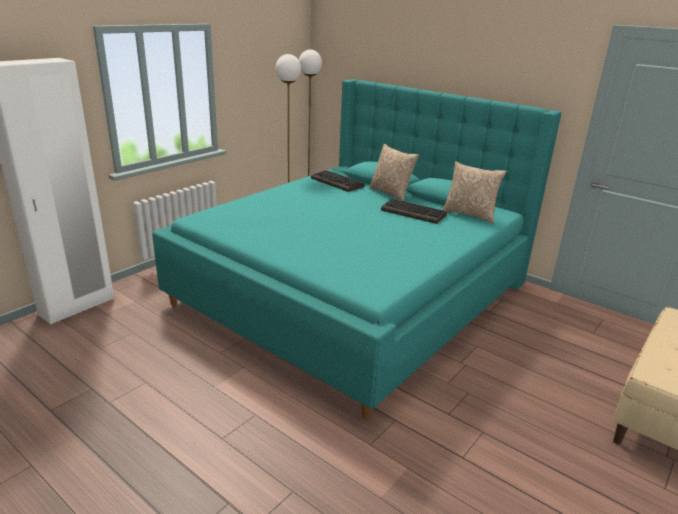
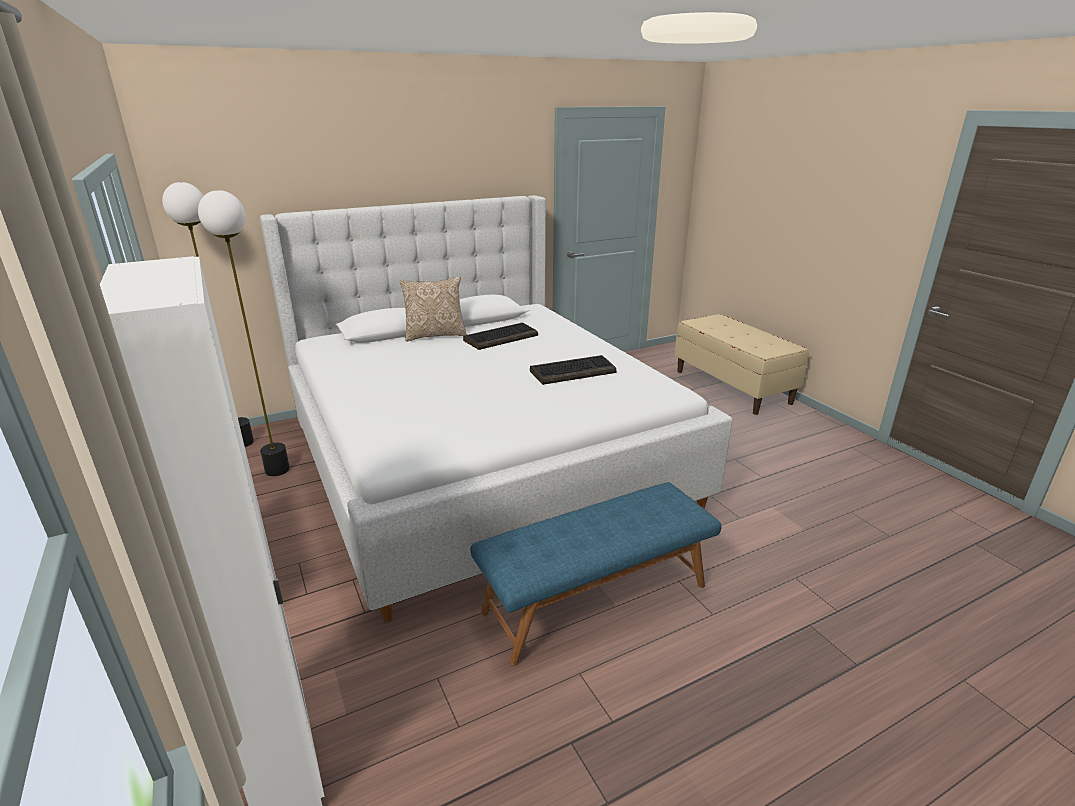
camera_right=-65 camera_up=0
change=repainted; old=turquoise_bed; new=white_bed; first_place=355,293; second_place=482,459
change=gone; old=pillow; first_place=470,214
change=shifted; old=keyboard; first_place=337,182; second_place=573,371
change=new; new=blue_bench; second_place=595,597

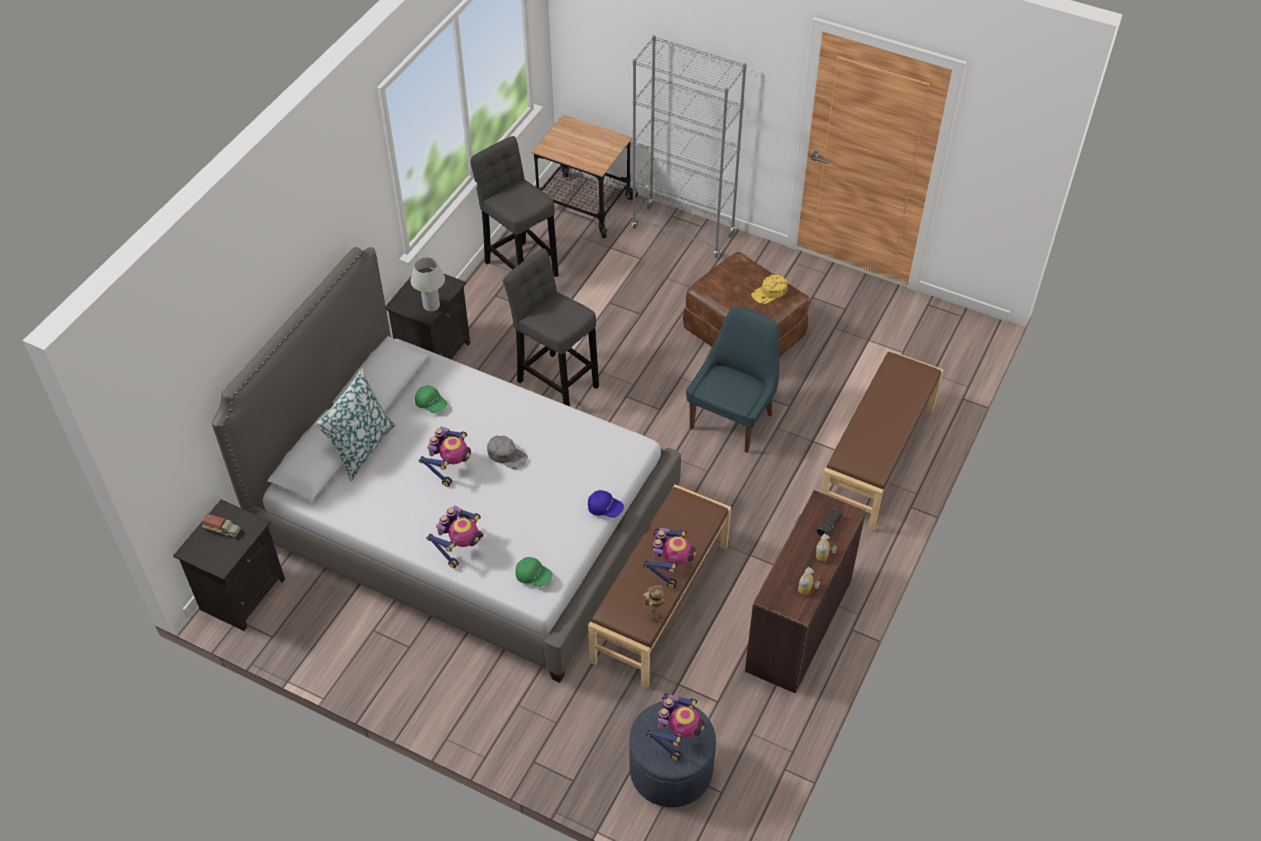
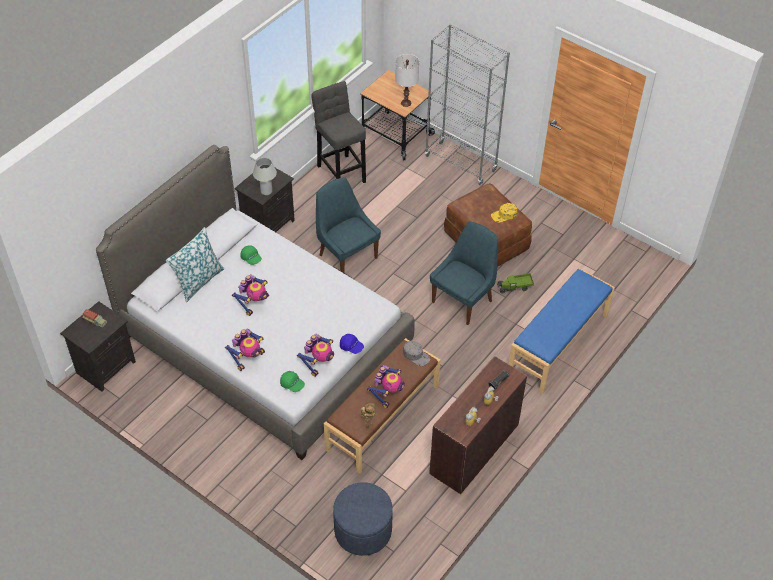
camera_right=10 camera_up=0
change=swapped; old=grey_stool; new=blue_chair; first_place=555,380; second_place=346,255
change=repainted; old=brown_bench; new=blue_bench; first_place=877,459; second_place=559,343
change=shifted; old=grey_cap; first_place=507,455; second_place=416,355
change=shifted; old=toy_robot; first_place=677,736; second_place=319,363
change=new; new=white_table_lamp; second_place=405,103
change=new; new=toy_truck; second_place=515,287

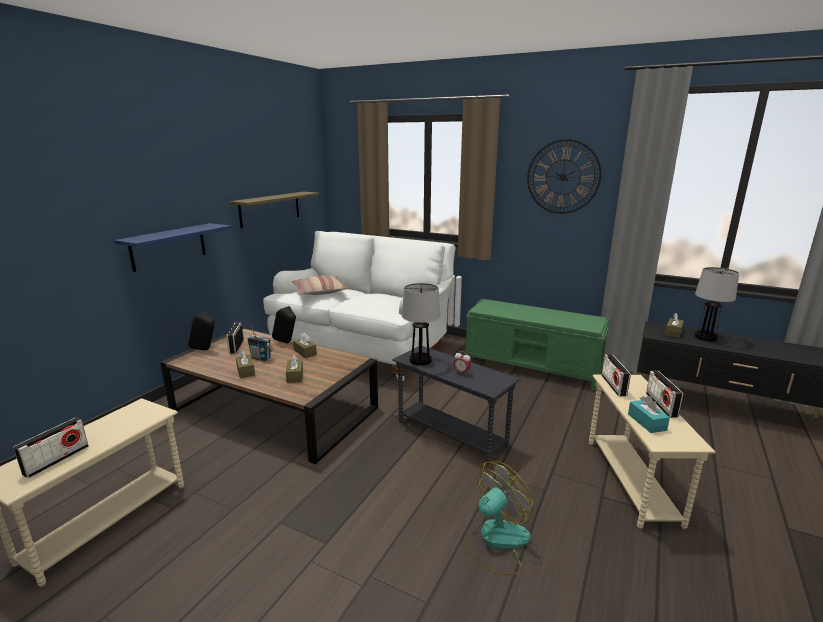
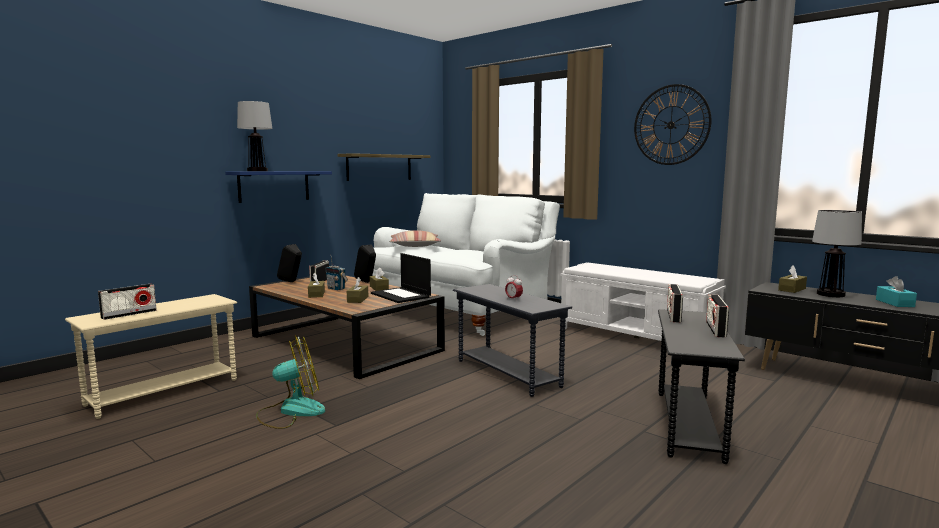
camera_right=15 camera_up=-10
change=shifted; old=table_lamp; first_place=420,360; second_place=257,171
change=repainted; old=green_bench; new=white_bench; first_place=533,367; second_place=636,337
change=repainted; old=beige_side_table; new=black_side_table; first_place=632,481; second_place=689,425
change=shifted; old=turquoise_tissue_box; first_place=646,422; second_place=894,303
change=shifted; old=fan; first_place=496,541; second_place=291,411
change=new; new=laptop; second_place=401,295

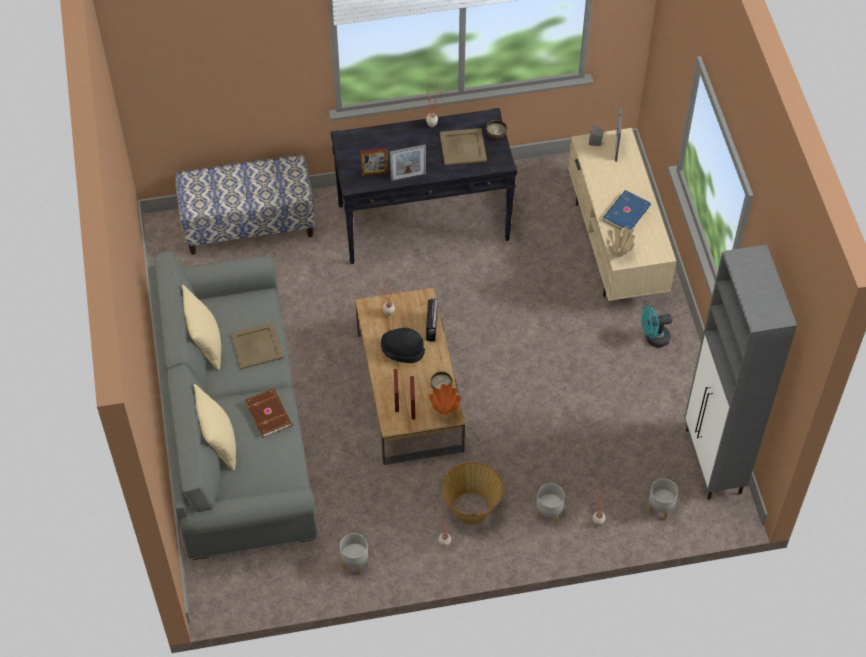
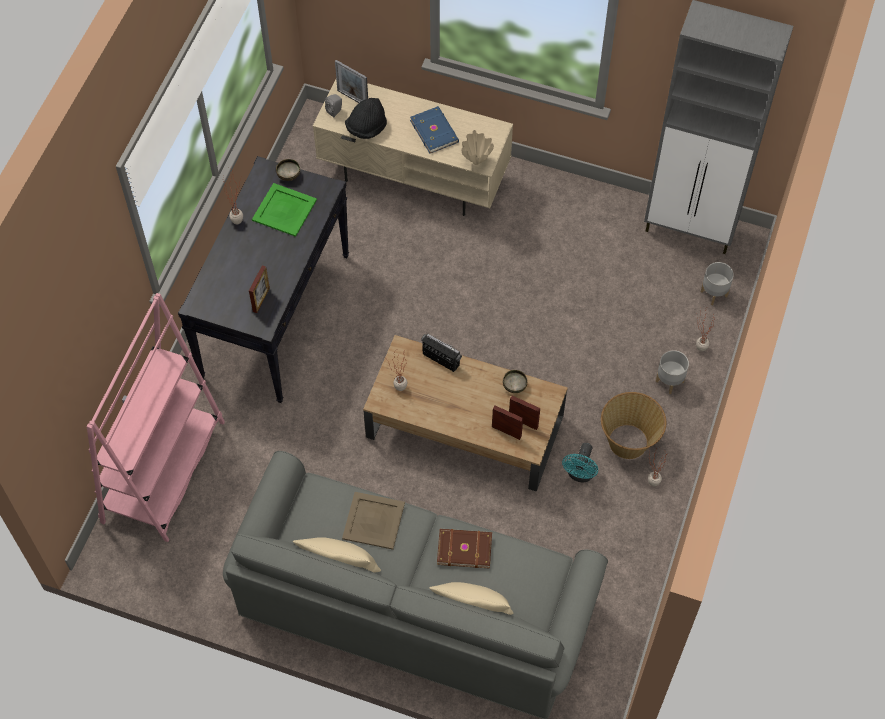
camera_right=-60 camera_up=5
change=repainted; old=beige_tray; new=green_tray; first_place=463,147; second_place=285,210
change=gone; old=picture_frame; first_place=408,177
change=swapped; old=bench; new=pink_bookcase; first_place=249,224; second_place=164,471
change=shifted; old=turquoise_fan; first_place=653,338; second_place=580,474
change=shifted; old=black_hat; first_place=402,351; second_place=366,128
change=gone; old=orange_vase; first_place=444,412
change=gone; old=grey_planter; first_place=354,563

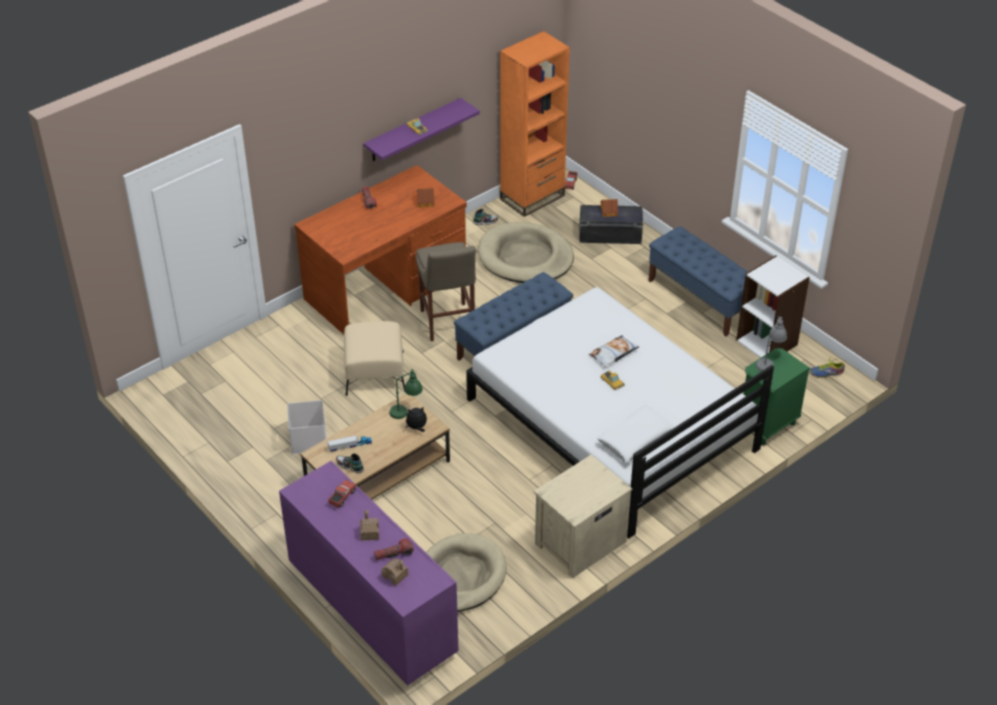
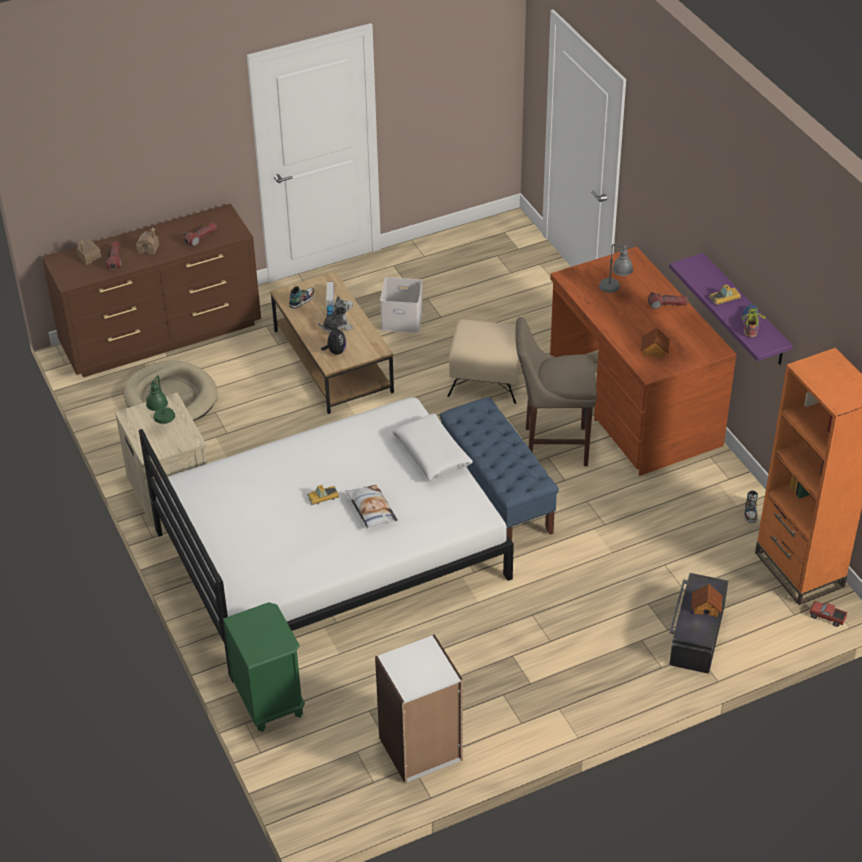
camera_right=105 camera_up=0
change=gone; old=beige_dog_bed; first_place=525,257
change=gone; old=blue_bench; first_place=701,300
change=shifted; old=grey_table_lamp; first_place=769,361; second_place=615,291
change=shifted; old=shoe; first_place=826,373; second_place=750,323
change=shifted; old=green_table_lamp; first_place=406,411; second_place=163,423
change=shifted; old=white_pillow; first_place=635,439; second_place=432,454
change=repainted; old=purple_dresser; new=brown_dresser; first_place=372,609; second_place=162,336
change=swapped; old=toy_truck; new=flashlight; first_place=342,497; second_place=200,238
change=new; new=plush_toy; second_place=337,328

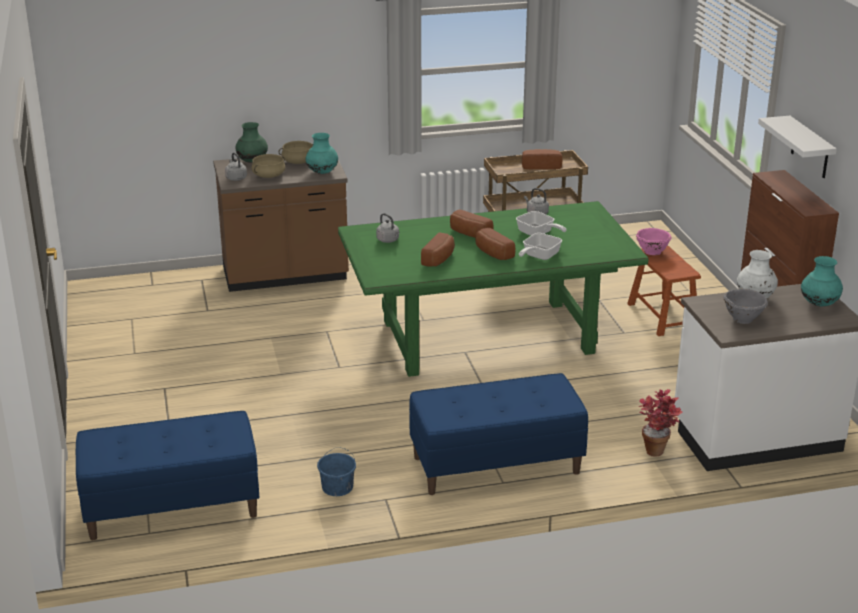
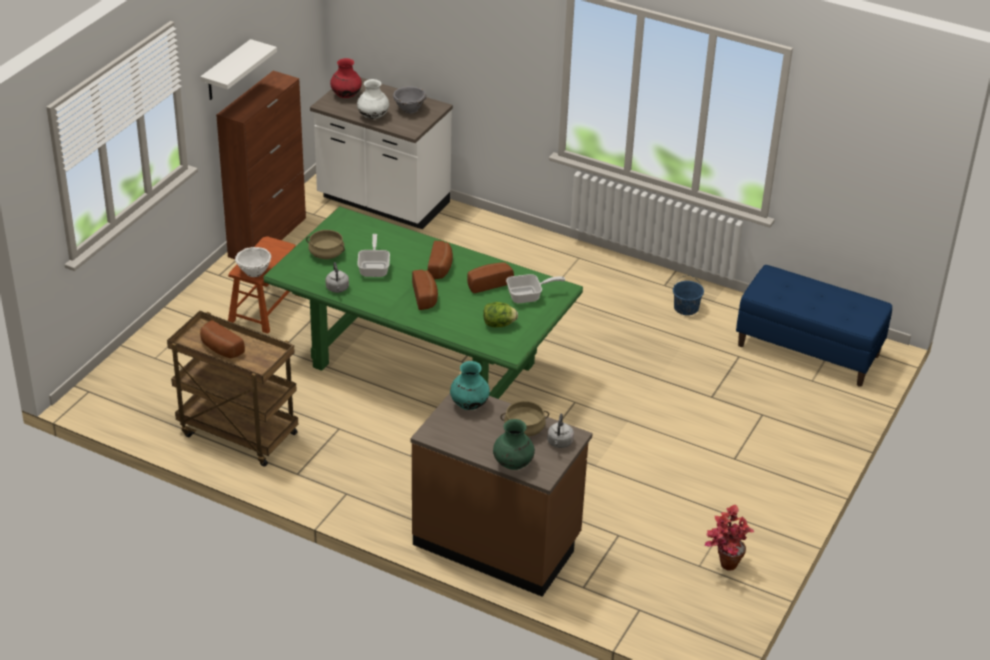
camera_right=-140 camera_up=10
change=shifted; old=beige_cooking_pot; first_place=298,161; second_place=326,254
change=swapped; old=grey_kettle; new=lettuce; first_place=388,240; second_place=498,324
change=repainted; old=pink_bowl; new=white_bowl; first_place=652,252; second_place=254,273
change=shifted; old=frying_pan; first_place=538,256; second_place=528,296
change=repainted; old=turquoise_vase; new=red_vase; first_place=819,304; second_place=346,95
change=gone; old=blue_bench; first_place=495,466
change=shifted; old=potted_plant; first_place=657,449; second_place=722,566

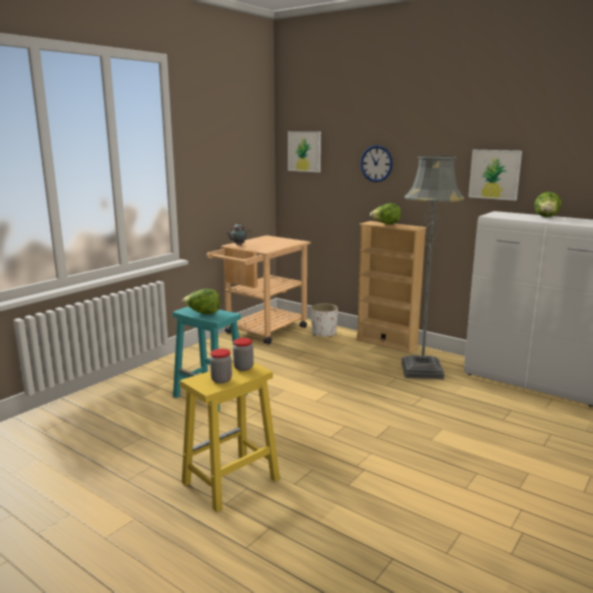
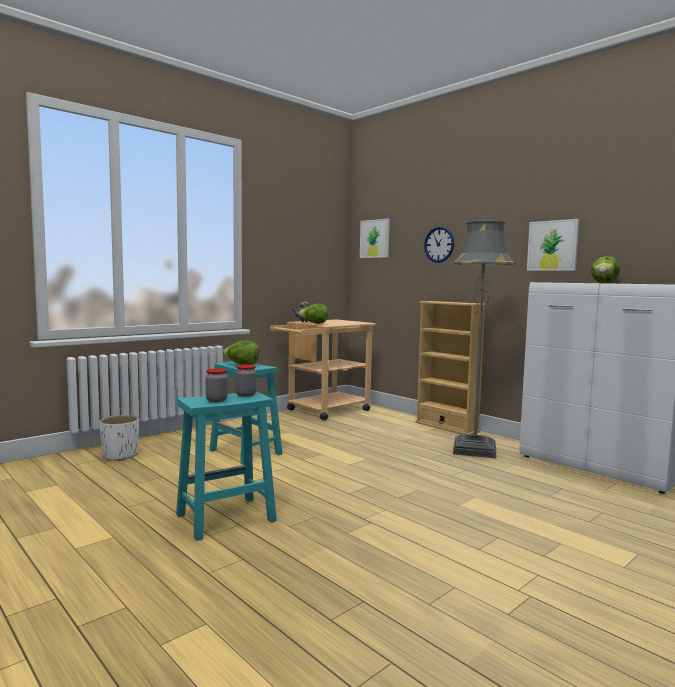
camera_right=10 camera_up=-10
change=shifted; old=lettuce; first_place=385,224; second_place=314,323
change=shifted; old=white_planter; first_place=323,333; second_place=120,456
change=repainted; old=yellow_stool; new=turquoise_stool; first_place=230,482; second_place=224,518

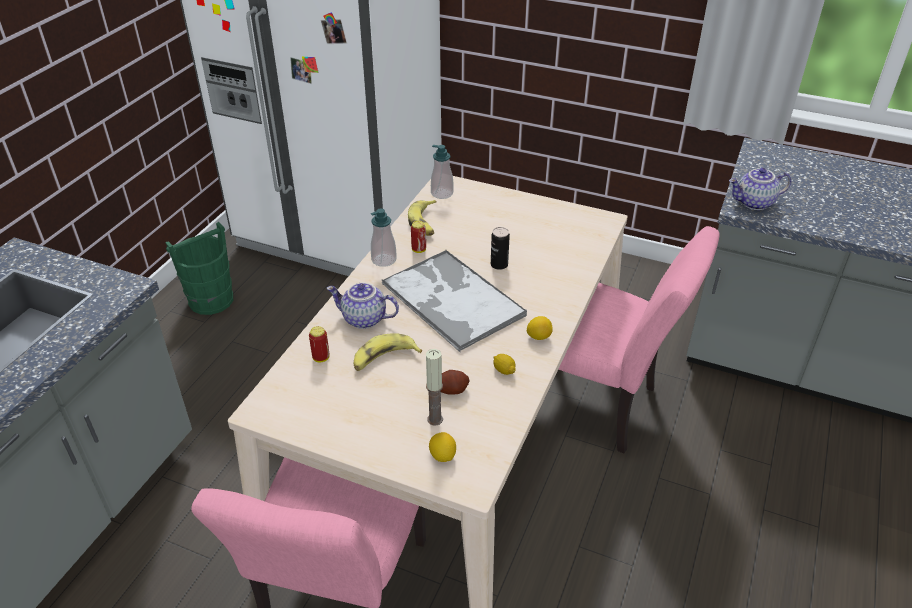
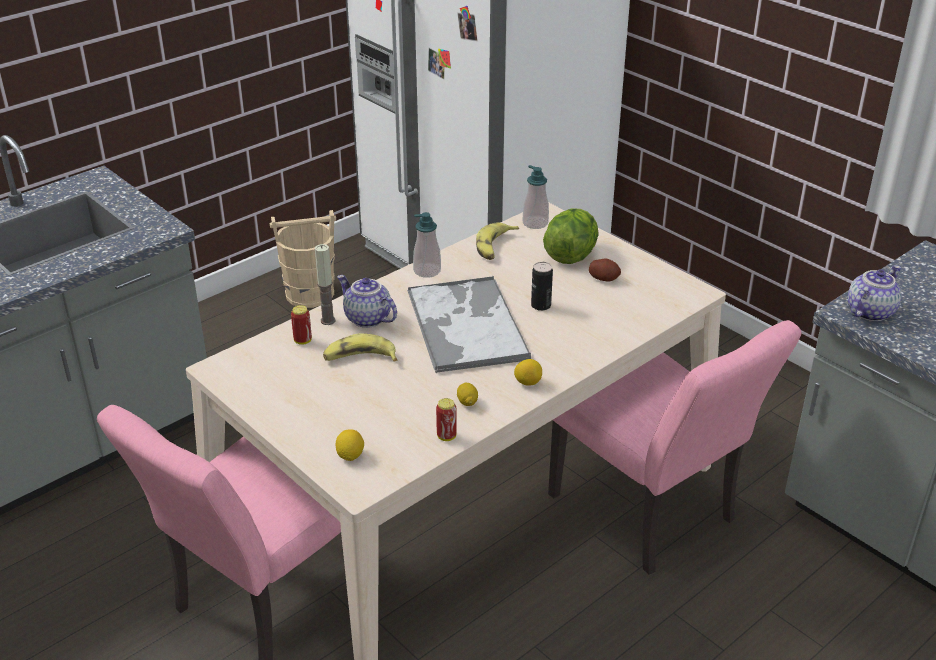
camera_right=25 camera_up=-5
change=rotated; old=teapot; first_place=754,203; second_place=869,311; degrees=120
change=shifted; old=can; first_place=419,250; second_place=446,436
change=repainted; old=green_bucket; new=beige_bucket; first_place=211,300; second_place=310,294
change=shifted; old=candle; first_place=435,419; second_place=328,320
change=shifted; old=potato; first_place=452,389; second_place=604,278
change=new; new=lettuce; second_place=570,255

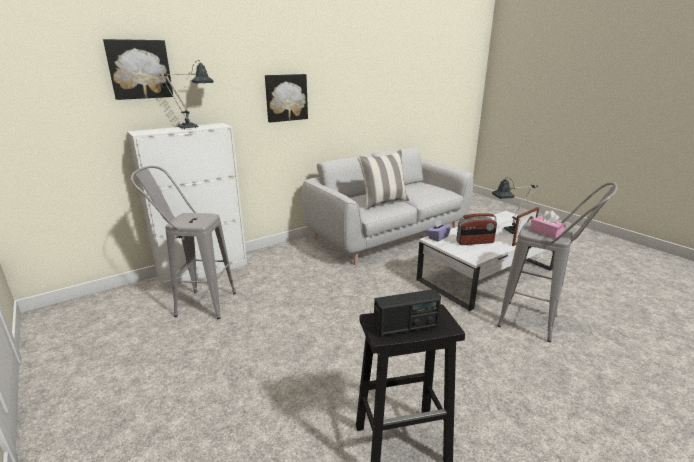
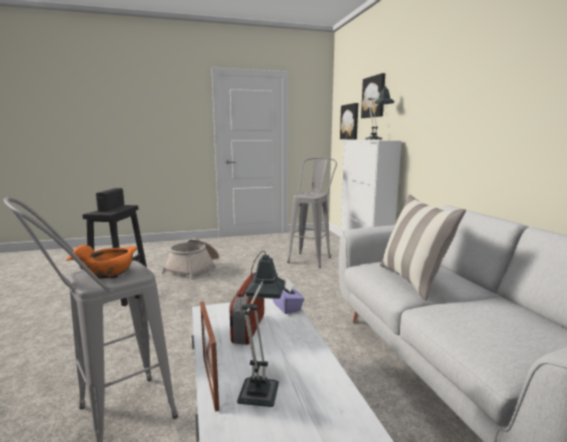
camera_right=110 camera_up=-10
change=shifted; old=picture; first_place=286,97; second_place=350,122
change=swapped; old=pink_tissue_box; new=orange_bowl; first_place=546,232; second_place=109,272
change=new; new=basket; second_place=194,268

